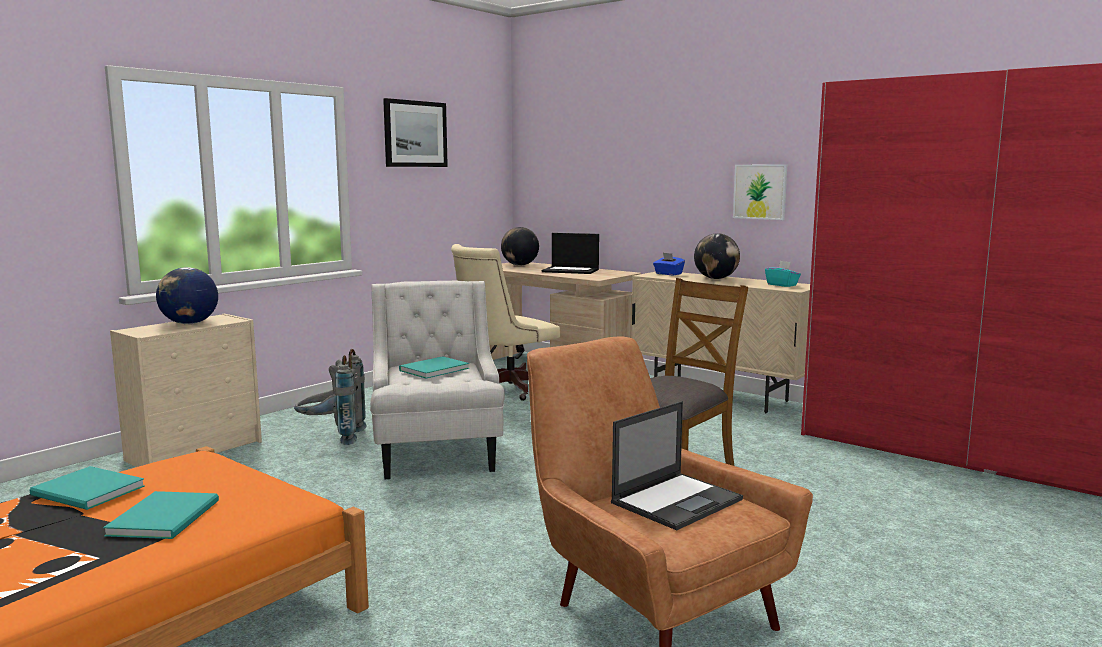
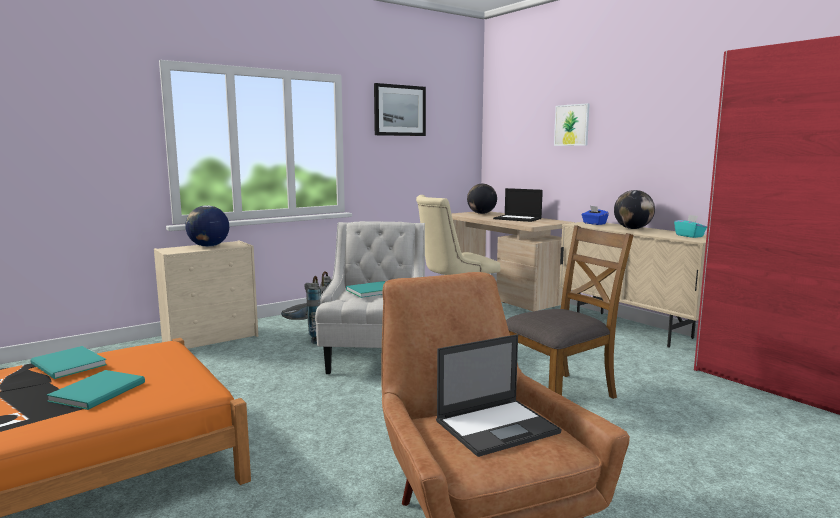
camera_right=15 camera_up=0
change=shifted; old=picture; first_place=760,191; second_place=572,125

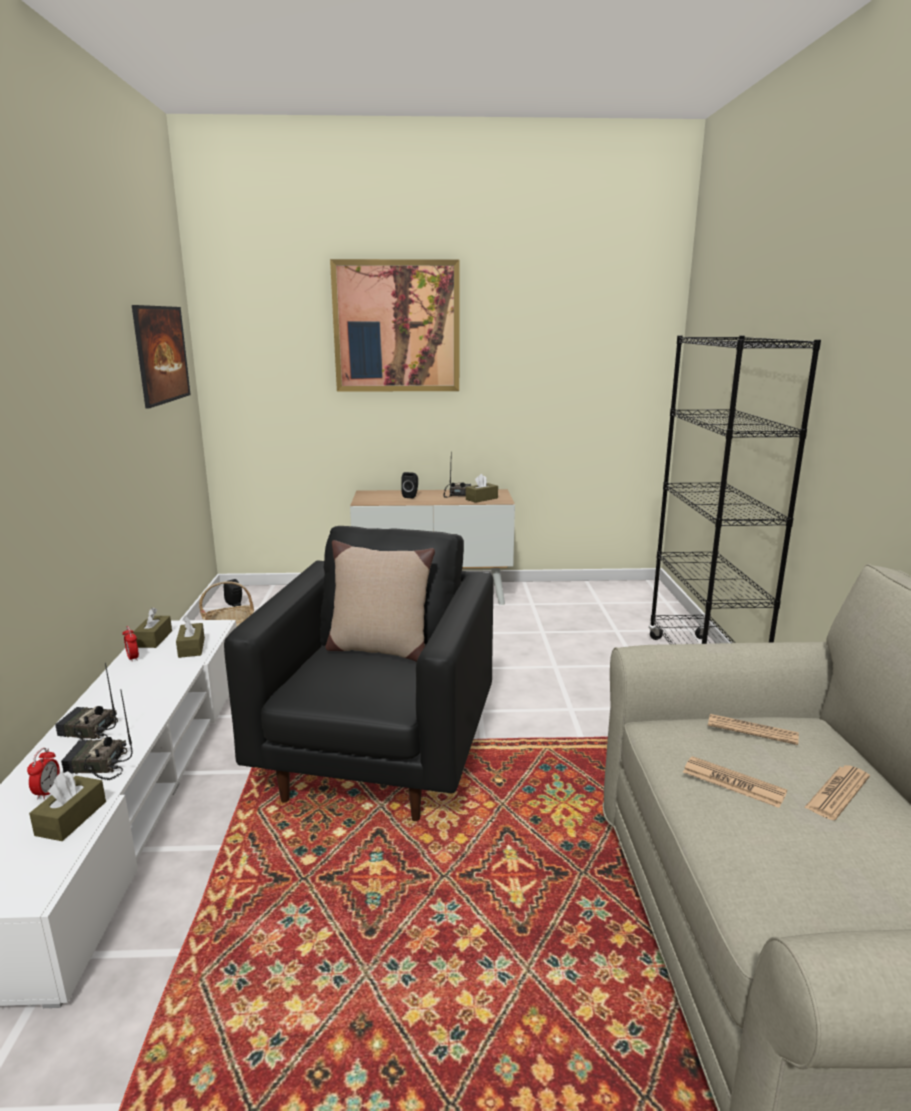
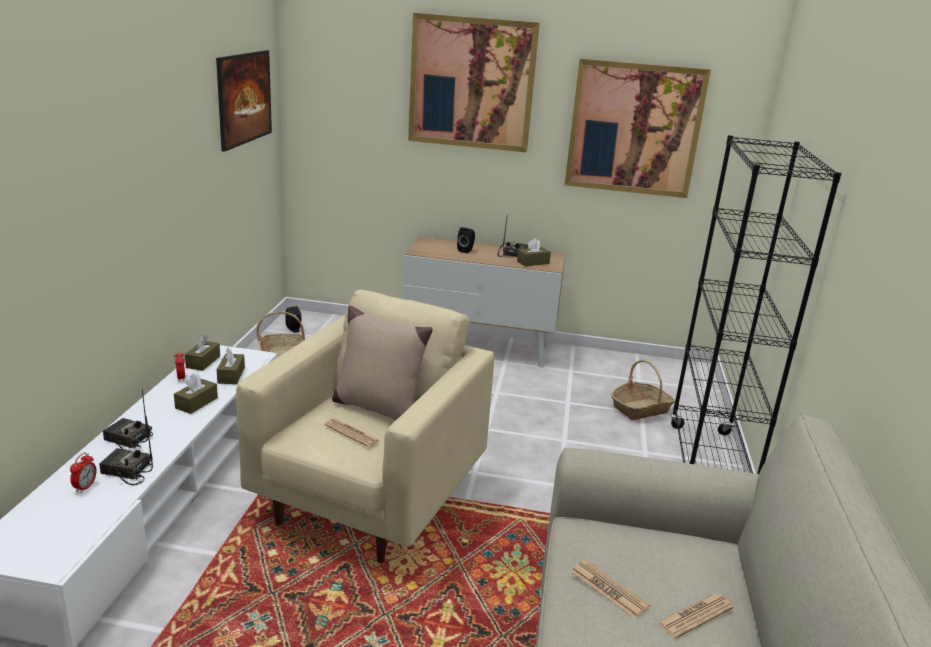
camera_right=10 camera_up=5
change=repainted; old=black_armchair; new=beige_armchair; first_place=379,756; second_place=370,499
change=shifted; old=newspaper; first_place=752,730; second_place=352,433
change=shifted; old=brown_tissue_box; first_place=71,818; second_place=196,403
change=new; new=picture; second_place=634,129
change=new; new=basket; second_place=641,409

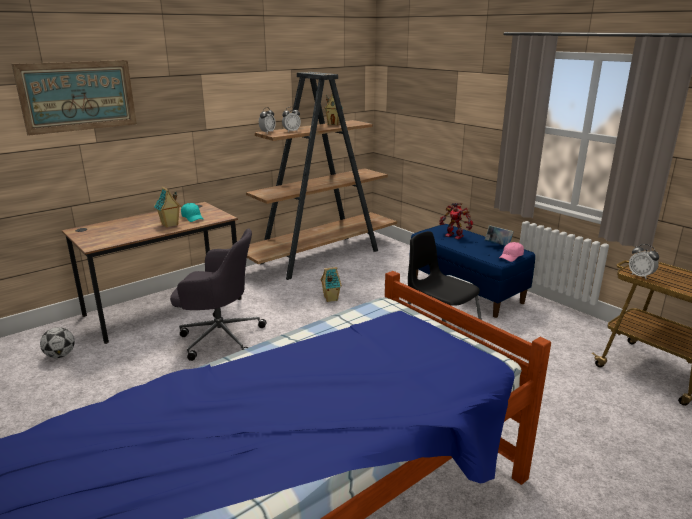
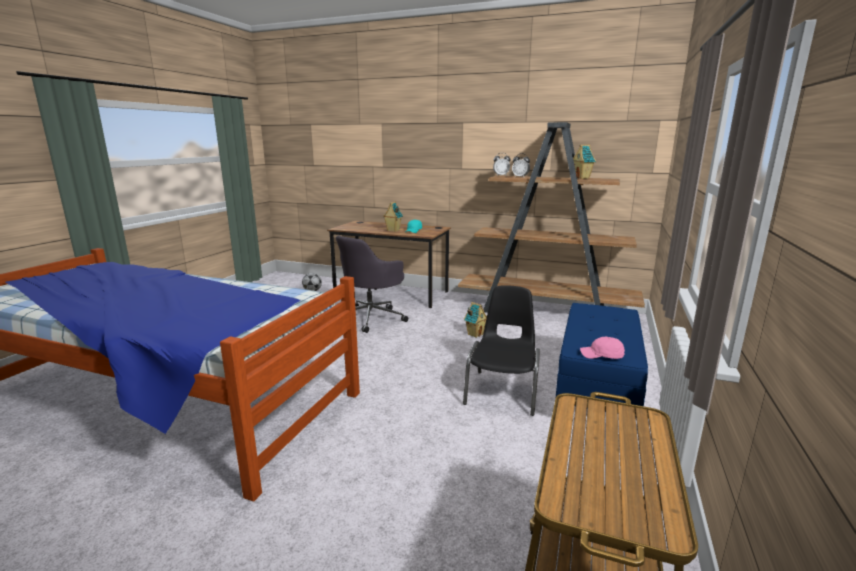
camera_right=60 camera_up=-5
change=gone; old=picture; first_place=78,96
change=gone; old=toy_robot; first_place=454,235
change=gone; old=book; first_place=497,245
change=rotated; old=grey_office_chair; first_place=219,337; second_place=371,318; degrees=60
change=gone; old=alarm_clock; first_place=640,276

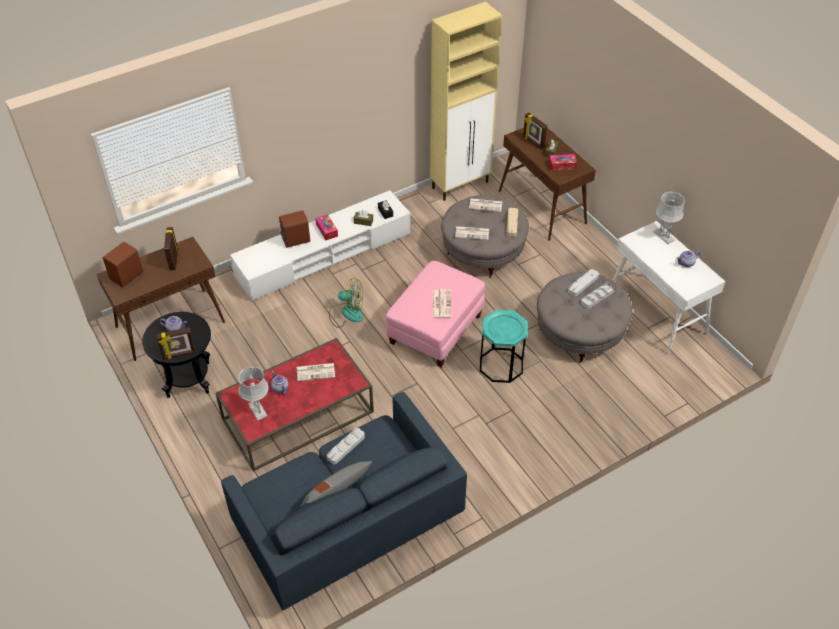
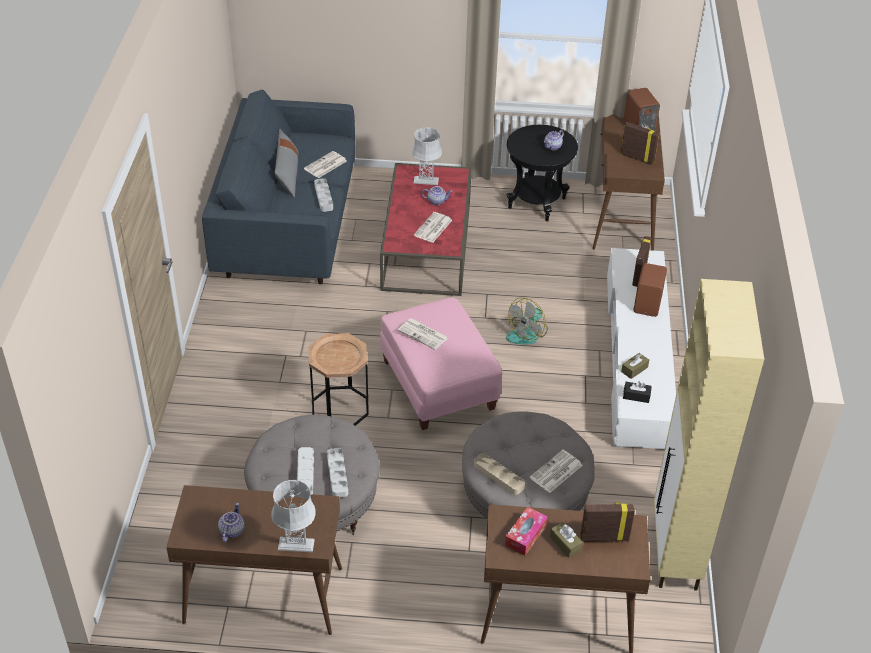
camera_right=125 camera_up=-5
change=gone; old=tissue_box; first_place=327,230
change=repainted; old=white_console_table; new=brown_console_table; first_place=656,314; second_place=262,596
change=shifted; old=newspaper; first_place=472,233; second_place=325,165
change=repainted; old=turquoise_side_table; new=brown_side_table; first_place=501,365; second_place=340,407
change=shifted; old=picture_frame; first_place=179,354; second_place=638,275

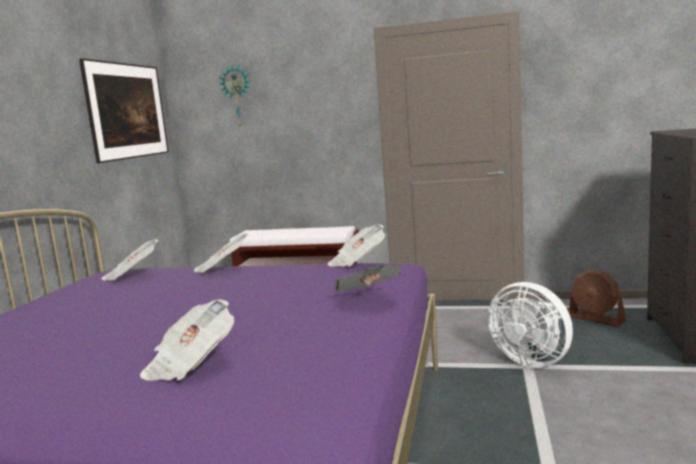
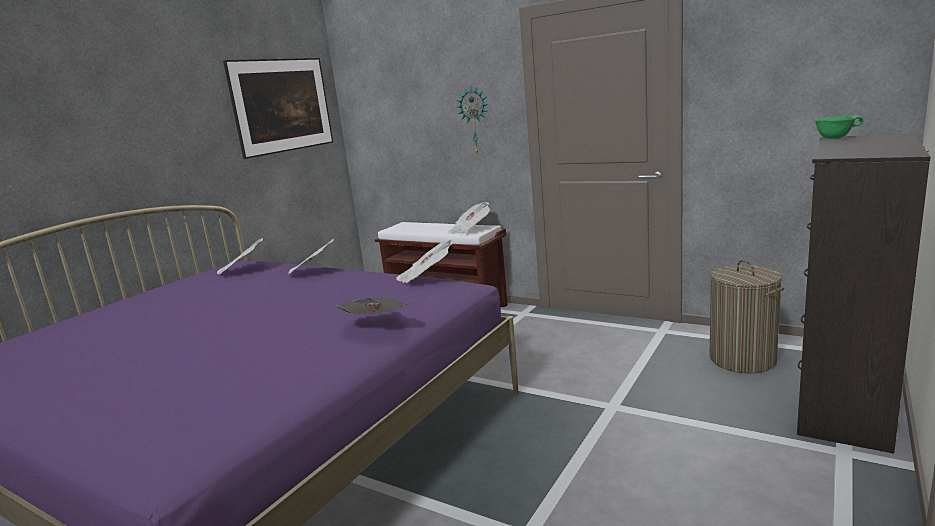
camera_right=20 camera_up=5
change=shifted; old=wall_clock; first_place=237,96; second_place=475,120
change=swapped; old=brown_fan; new=laundry_basket; first_place=596,319; second_place=742,359
change=gone; old=white_fan; first_place=531,360
change=shifted; old=newspaper; first_place=190,364; second_place=470,230
change=new; new=green_bowl; second_place=834,138

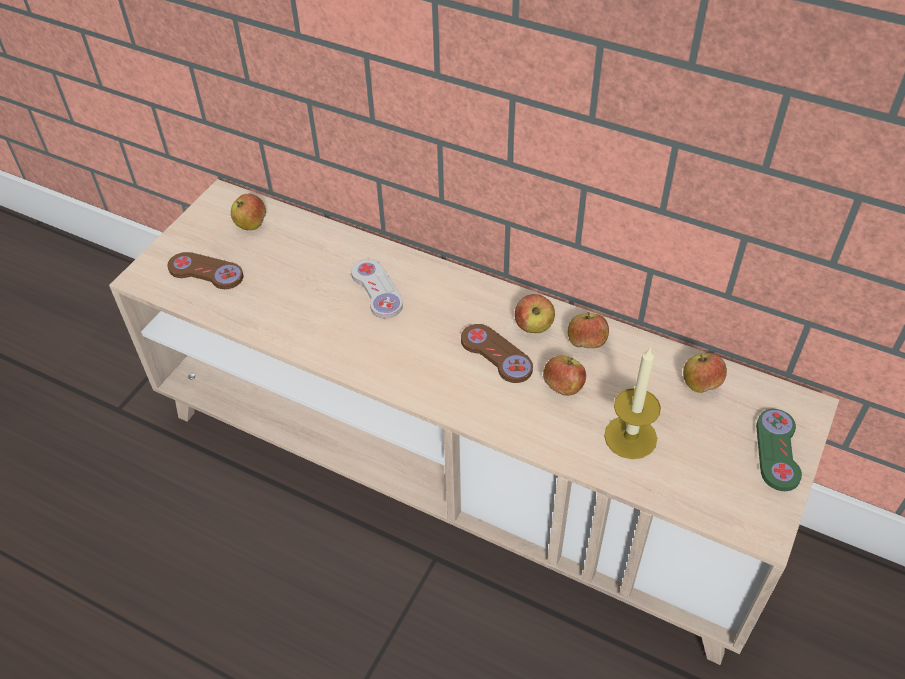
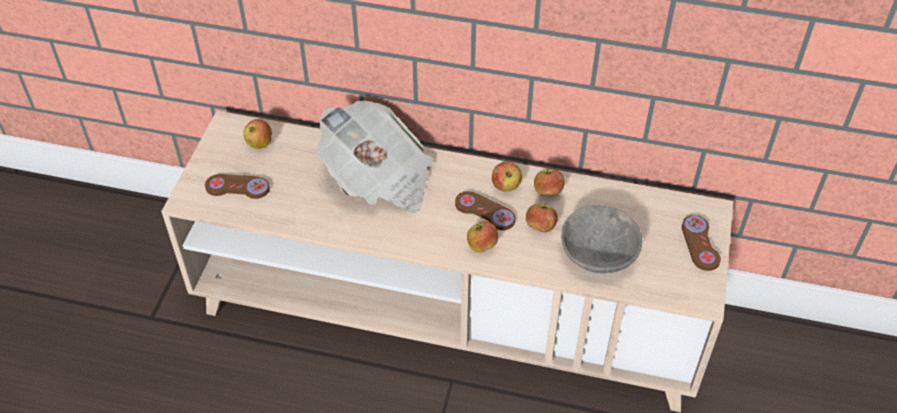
camera_right=-15 camera_up=0
change=swapped; old=white_game_controller; new=newspaper; first_place=377,290; second_place=378,178
change=swapped; old=candle; new=grey_bowl; first_place=630,437; second_place=598,253
change=shifted; old=apple; first_place=701,384; second_place=482,246
change=repainted; old=green_game_controller; new=brown_game_controller; first_place=777,450; second_place=700,244

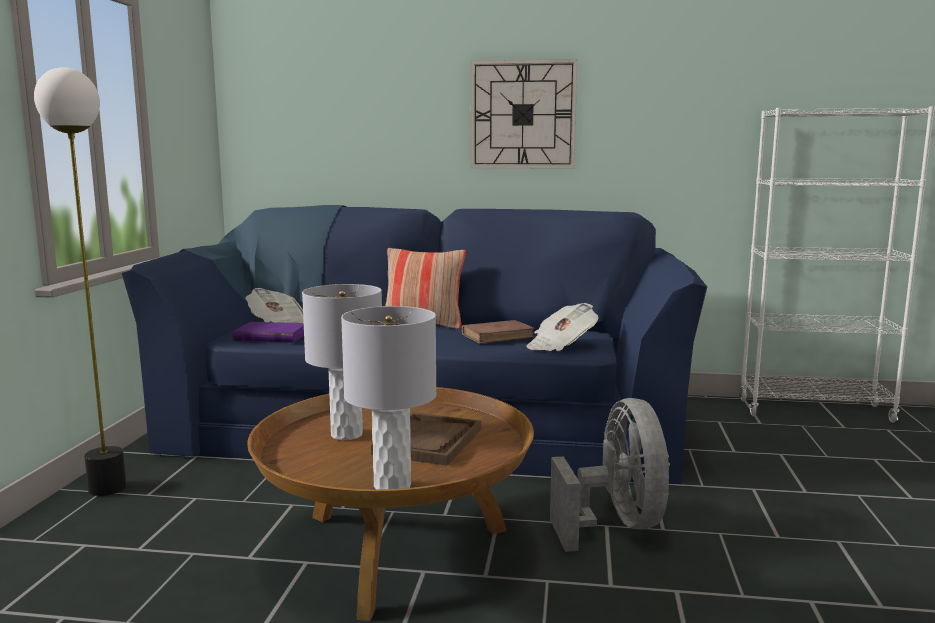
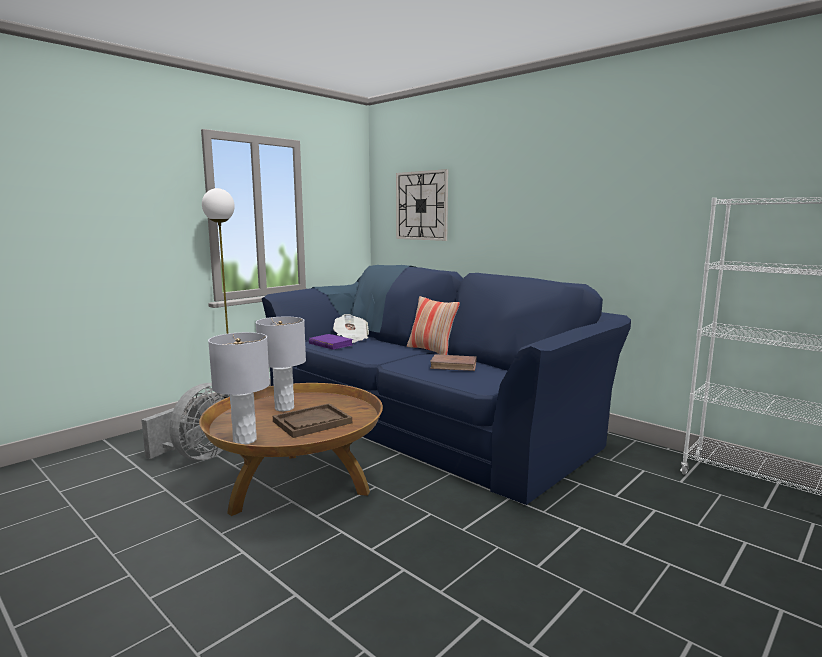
camera_right=35 camera_up=0
change=shifted; old=wall_clock; first_place=523,115; second_place=421,205
change=gone; old=newspaper; first_place=560,346
change=shifted; old=grey_fan; first_place=616,525; second_place=199,456

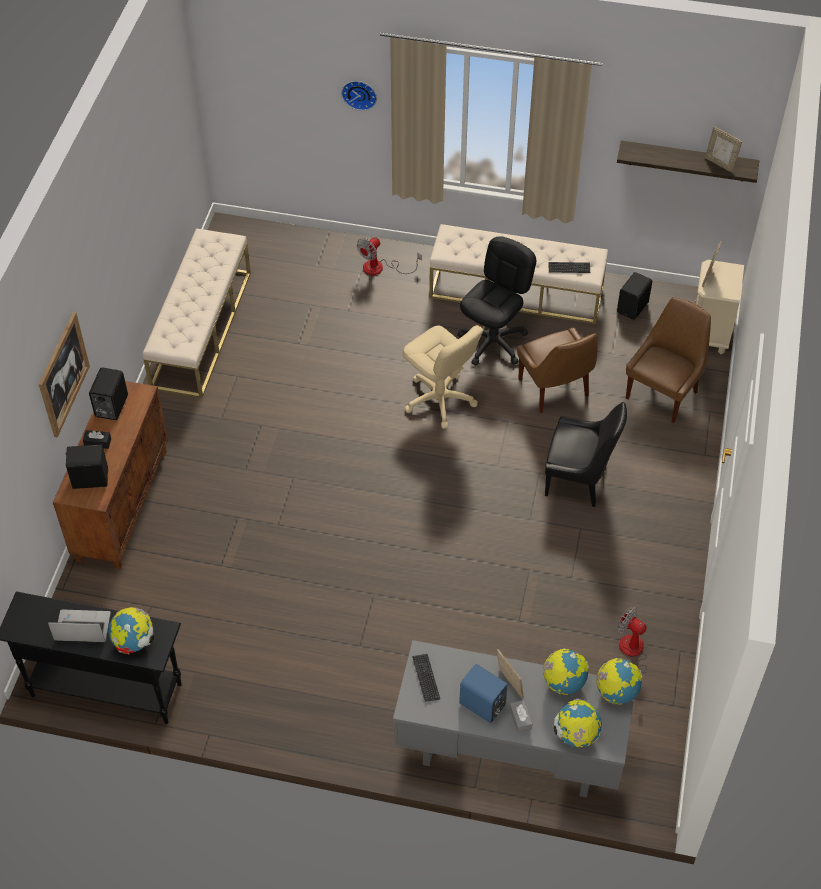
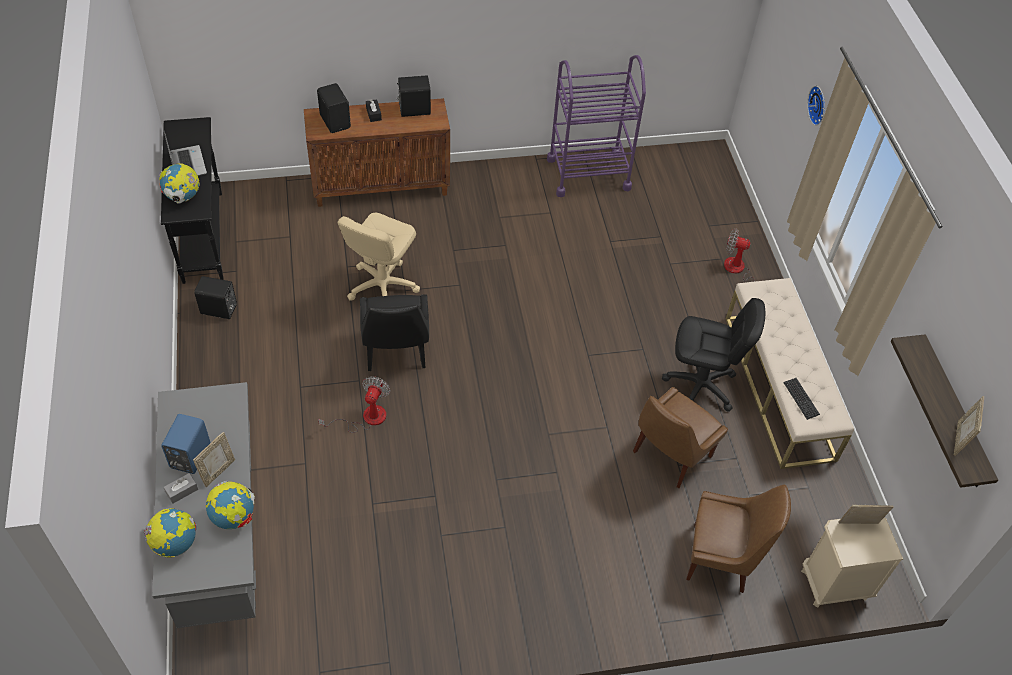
camera_right=65 camera_up=0
change=swapped; old=beige_bench; new=purple_cart; first_place=201,329; second_place=588,173
change=shifted; old=black_speaker; first_place=633,307; second_place=219,310
change=gone; old=picture; first_place=63,374
change=shifted; old=beige_office_chair; first_place=439,400; second_place=382,286
change=shifted; old=black_chair; first_place=579,480; second_place=396,352
change=shifted; old=fan; first_place=632,654; second_place=366,418
change=gone; old=keyboard; first_place=426,678
change=gone; old=globe; first_place=616,692

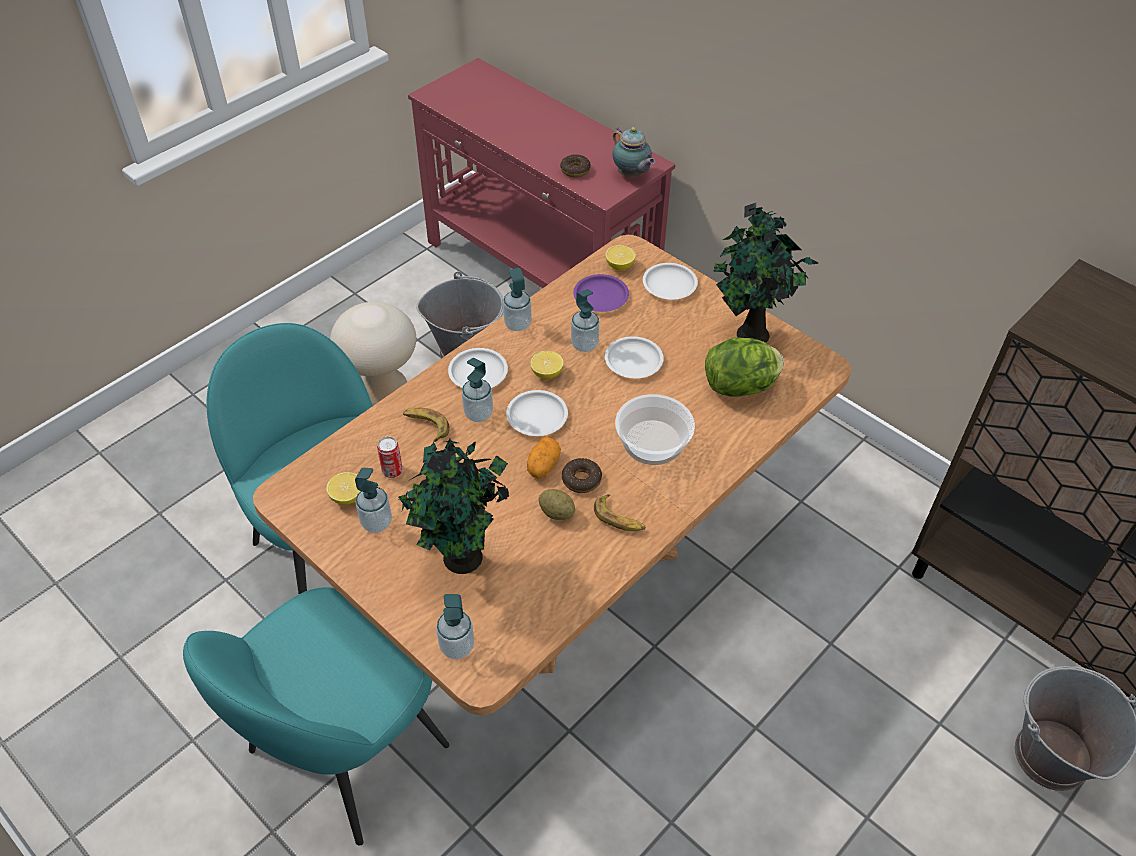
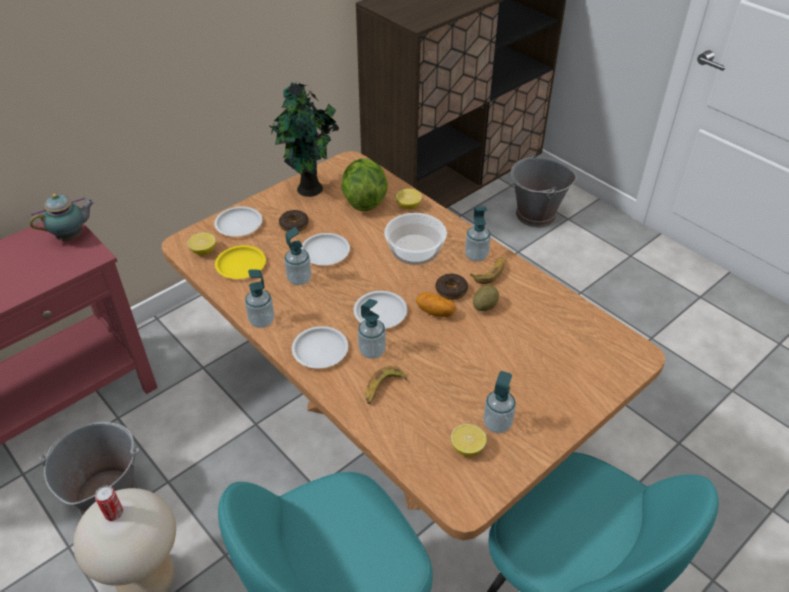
camera_right=-85 camera_up=-5
change=shifted; old=donut; first_place=575,170; second_place=294,225
change=repainted; old=purple_plate; new=yellow_plate; first_place=600,296; second_place=241,265
change=shifted; old=lemon; first_place=547,373; second_place=408,206
change=shifted; old=can; first_place=392,471; second_place=114,513
change=gone; old=potted_plant; first_place=463,560
change=shifted; old=soap_dispenser; first_place=457,646; second_place=476,256

